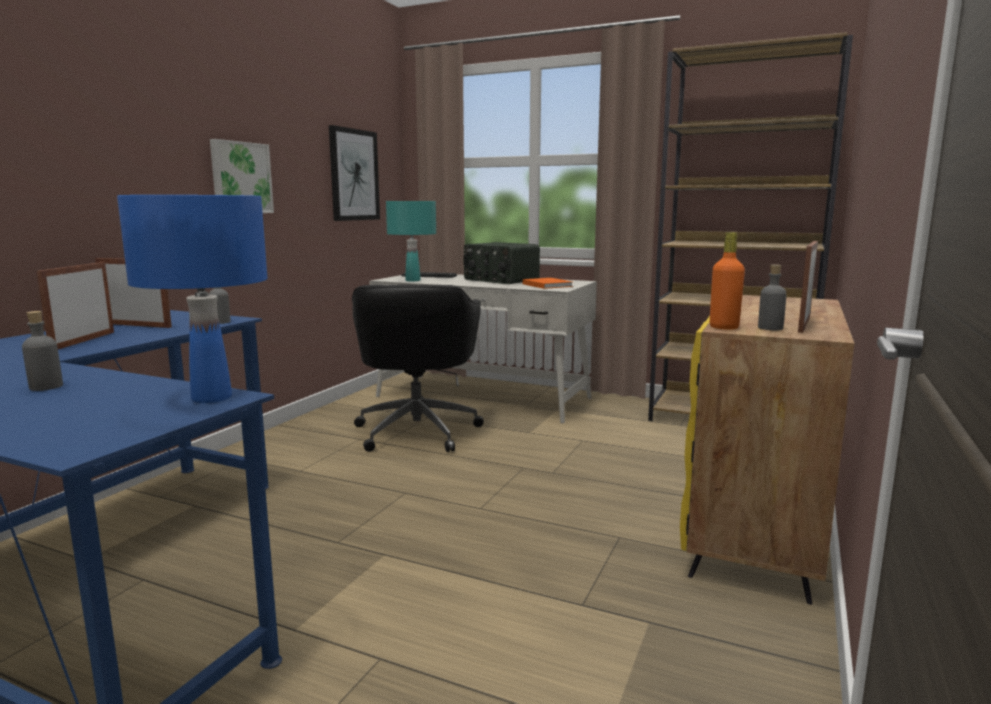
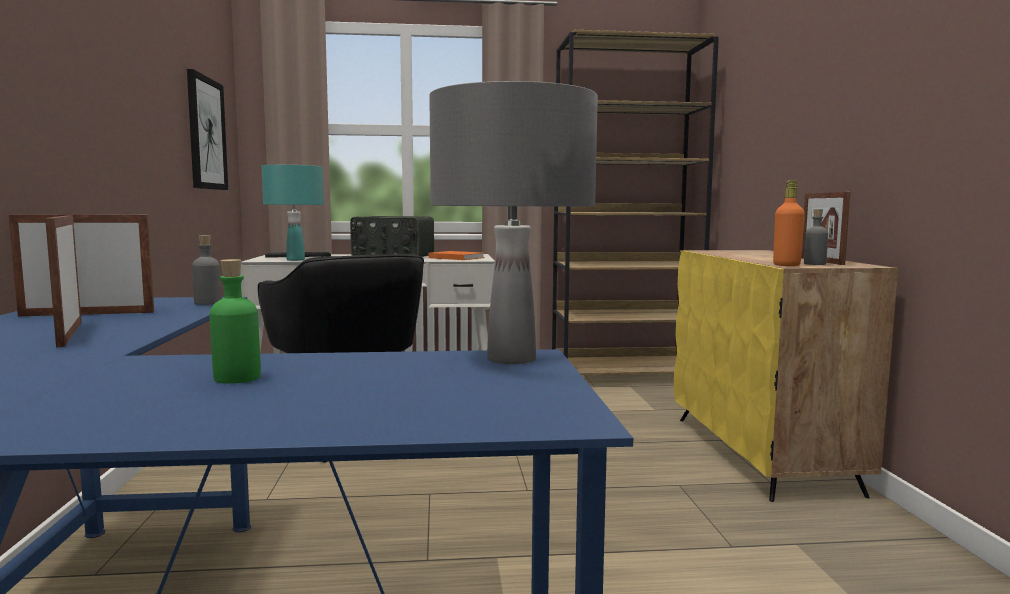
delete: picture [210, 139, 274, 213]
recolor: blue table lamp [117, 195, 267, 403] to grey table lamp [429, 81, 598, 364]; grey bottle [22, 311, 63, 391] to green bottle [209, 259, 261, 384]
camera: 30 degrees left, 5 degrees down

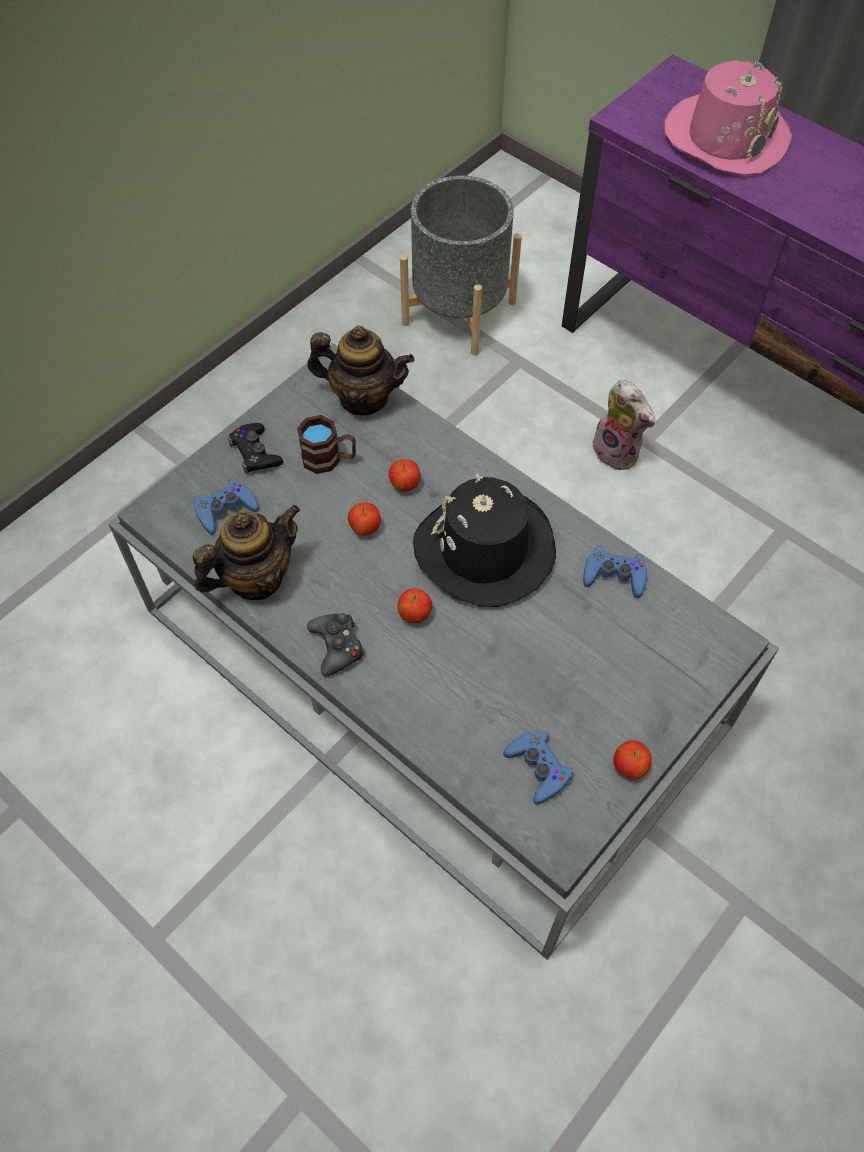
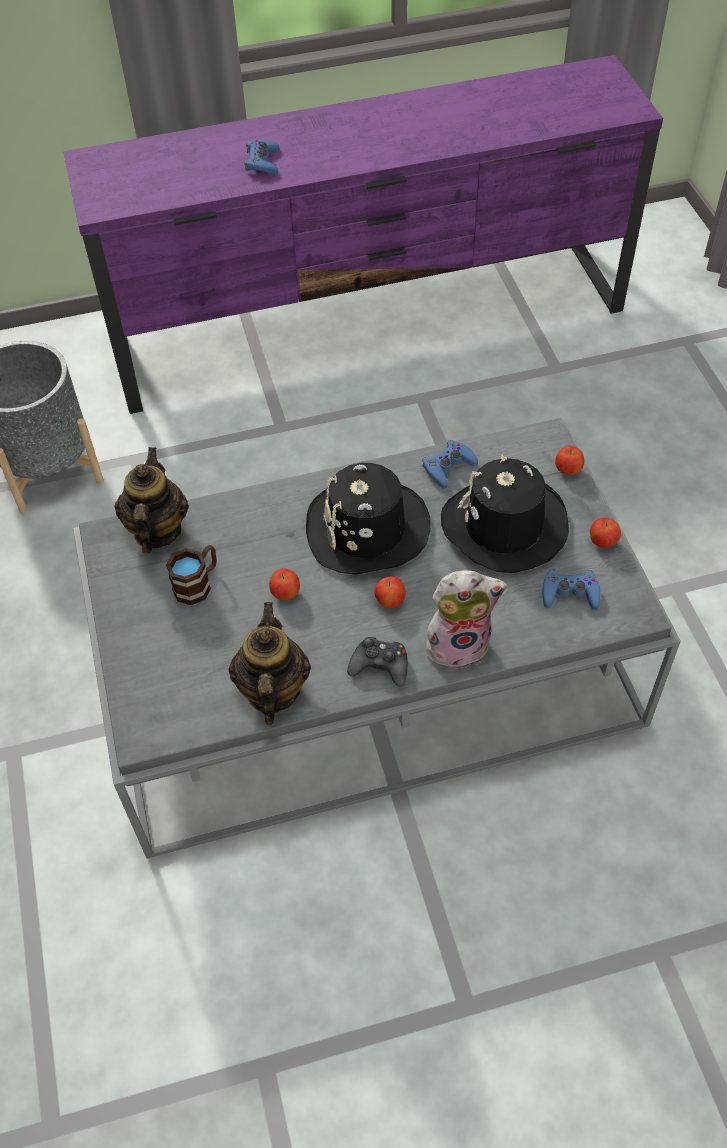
delete: pink hat [665, 60, 792, 176]; black game controller [227, 423, 283, 474]
insert: black hat [441, 455, 569, 573]
move: plush toy [592, 380, 655, 471] to [426, 570, 507, 670]; apple [389, 459, 421, 492] to [555, 446, 584, 475]; blue game controller [194, 478, 259, 535] to [244, 139, 279, 175]
rotate: teapot [307, 326, 414, 415] = [115, 447, 189, 554] 45 degrees counterclockwise
camera: 55 degrees left, 5 degrees down

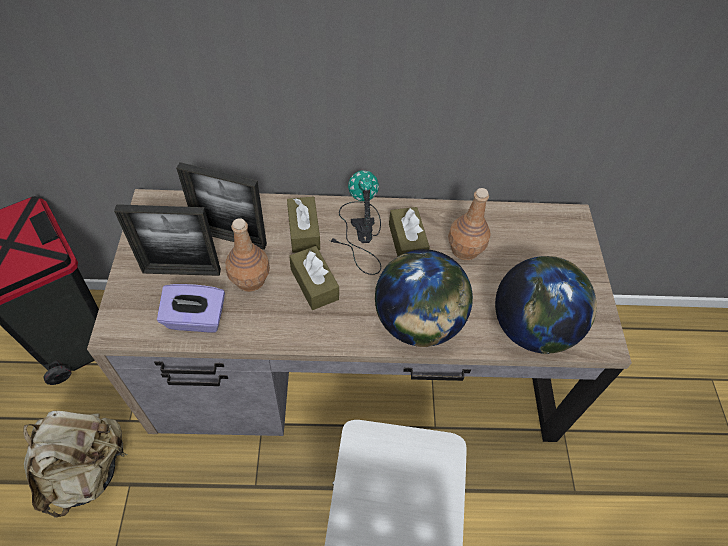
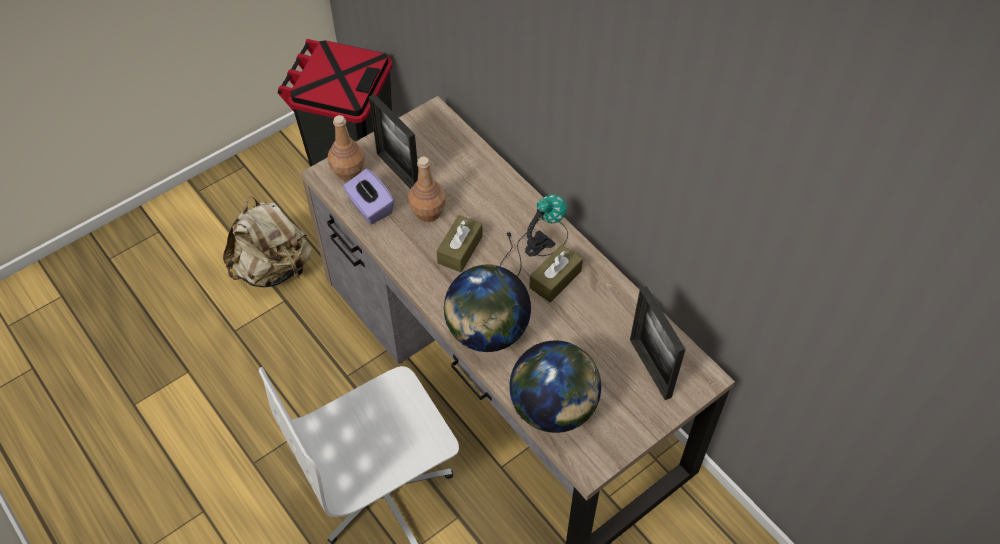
delete: brown tissue box [287, 197, 320, 253]
move: picture frame [176, 162, 267, 250] to [630, 286, 686, 400]; brown bottle [448, 188, 491, 260] to [328, 115, 365, 181]
camera: 55 degrees right, 0 degrees up

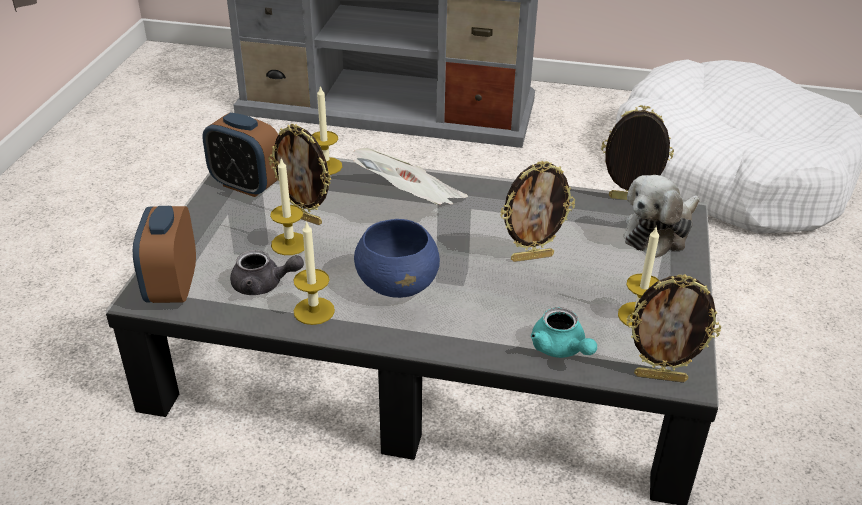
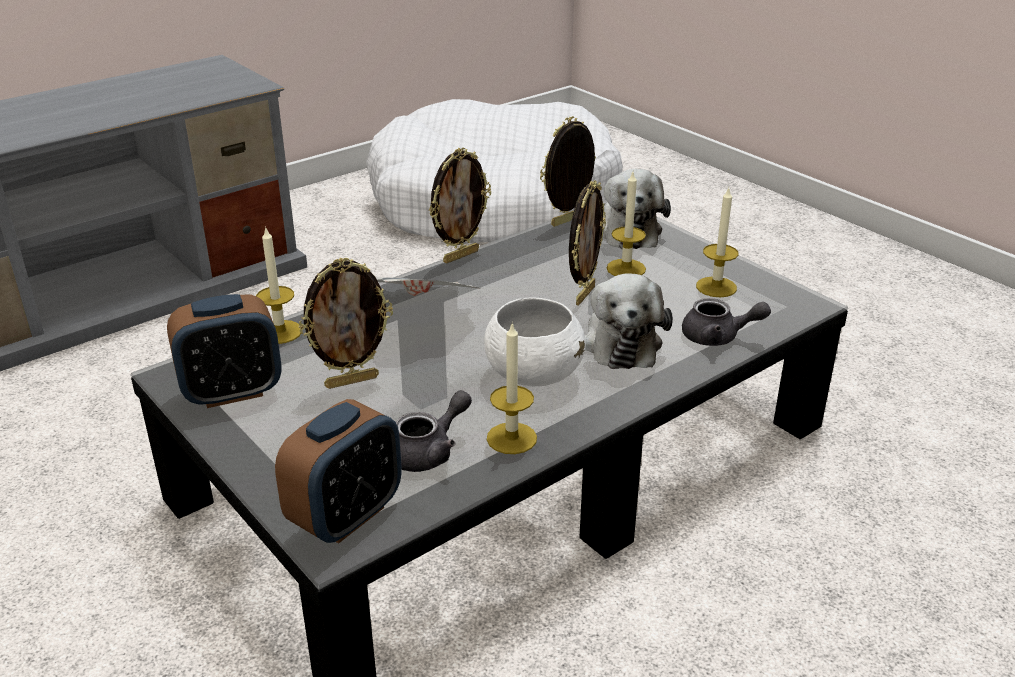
insert: plush toy [585, 273, 673, 369]
move: candle [270, 159, 304, 255] to [607, 172, 646, 276]; picture frame [626, 274, 721, 382] to [429, 148, 491, 263]
recolor: blue bowl [354, 219, 440, 298] to white bowl [484, 297, 586, 386]; turquoise teapot [531, 307, 597, 358] to grey teapot [682, 298, 771, 346]
rotate: alarm clock [133, 206, 196, 303] = [275, 399, 402, 543] 90 degrees counterclockwise
camera: 50 degrees left, 5 degrees down

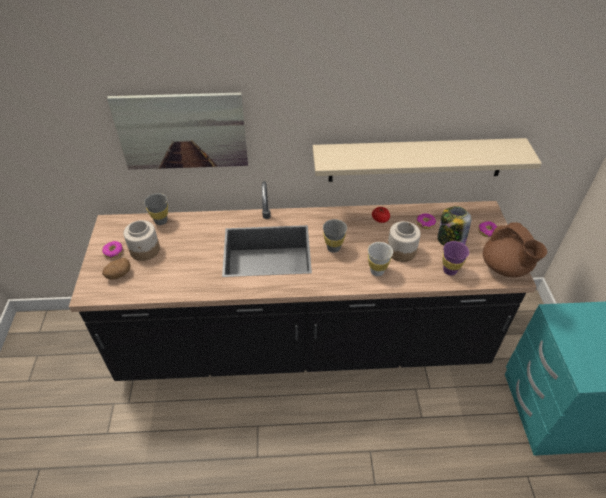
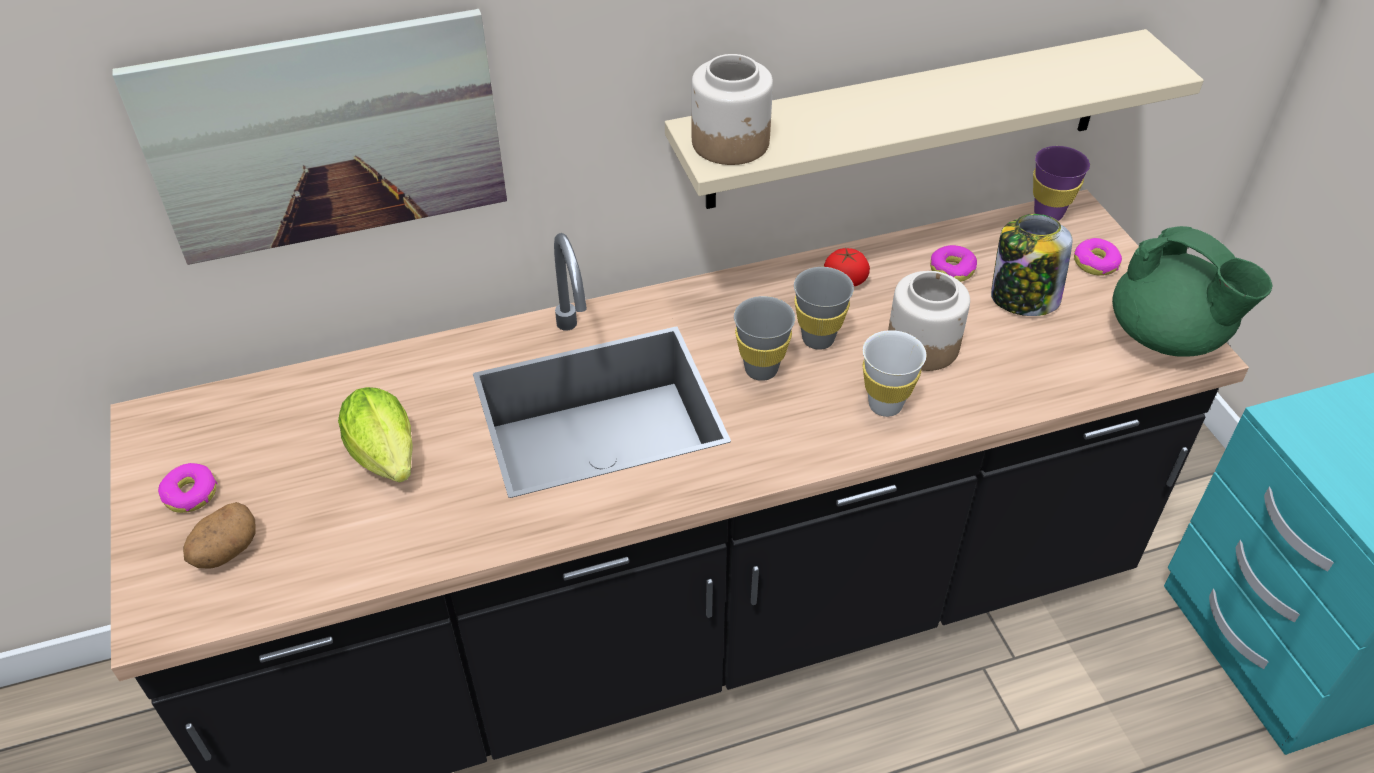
insert: lettuce [338, 387, 413, 482]
move: grey cup [144, 193, 168, 225] to [794, 267, 854, 350]; jar [123, 220, 160, 261] to [692, 54, 773, 165]; purple cup [443, 241, 469, 275] to [1033, 146, 1090, 221]
recolor: brown teapot [483, 222, 547, 277] to green teapot [1112, 226, 1273, 357]
camera: 15 degrees left, 0 degrees up

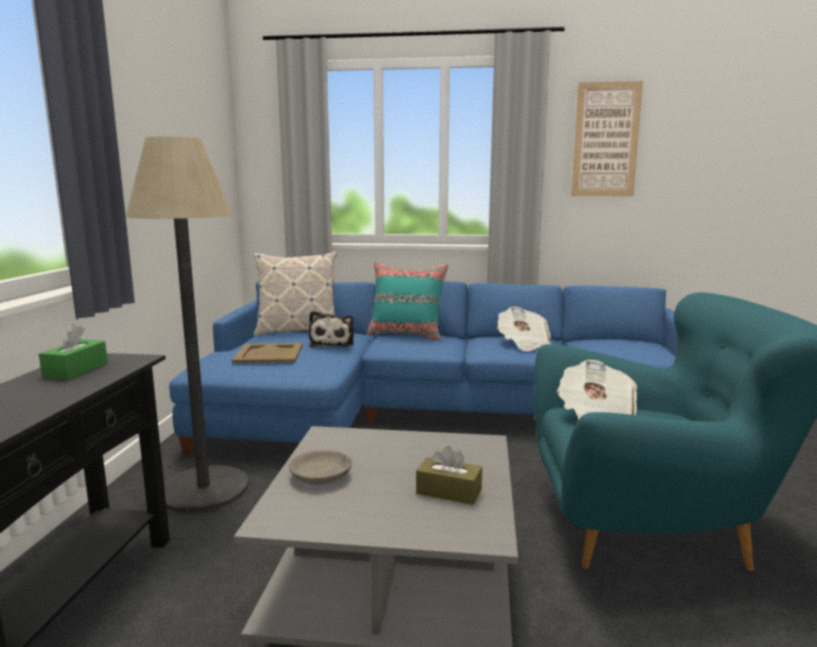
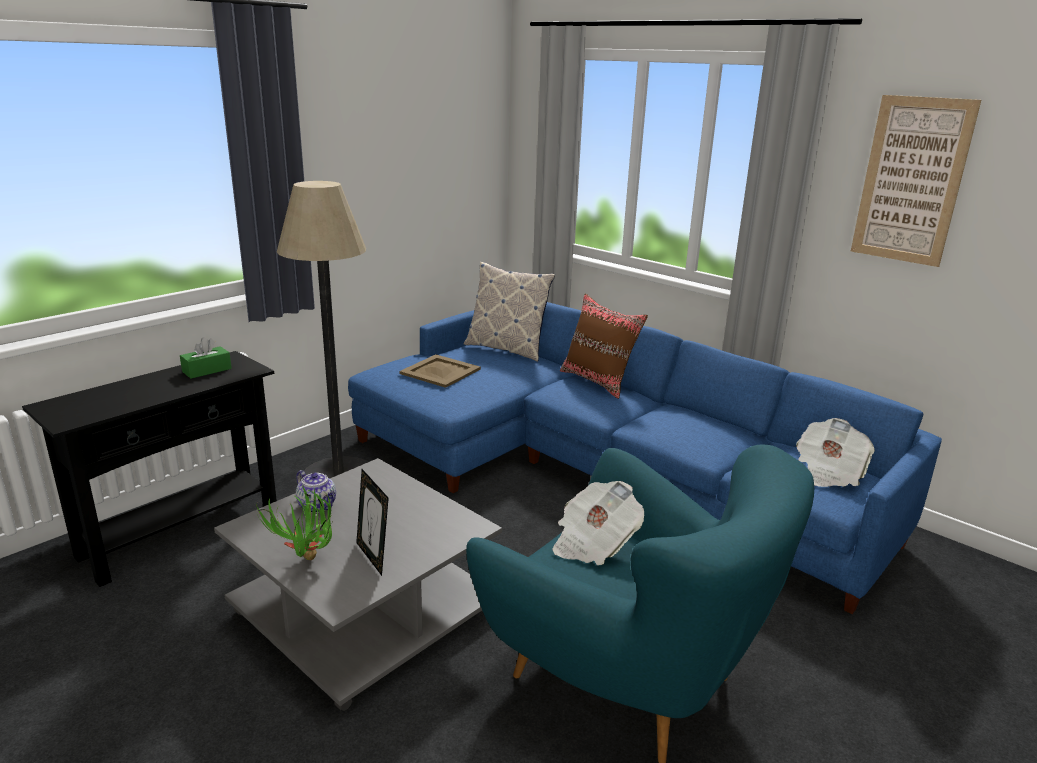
delete: plush toy [309, 311, 354, 347]
insert: potted plant [256, 485, 332, 560]
move: newspaper [497, 307, 551, 351] to [796, 418, 875, 487]
replace: brown tissue box [416, 446, 482, 505] to picture frame [356, 469, 389, 576]; grey bowl [289, 450, 352, 485] to teapot [296, 470, 336, 513]
recolor: turquoise pillow [367, 262, 448, 340] to brown pillow [560, 294, 648, 399]
camera: 35 degrees right, 10 degrees up

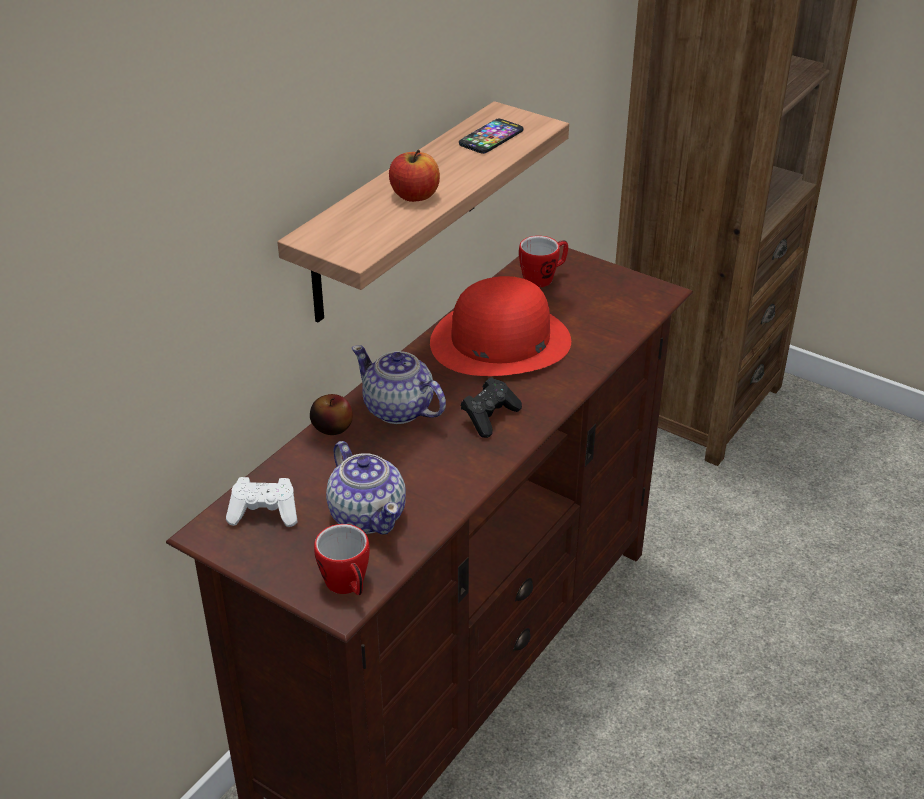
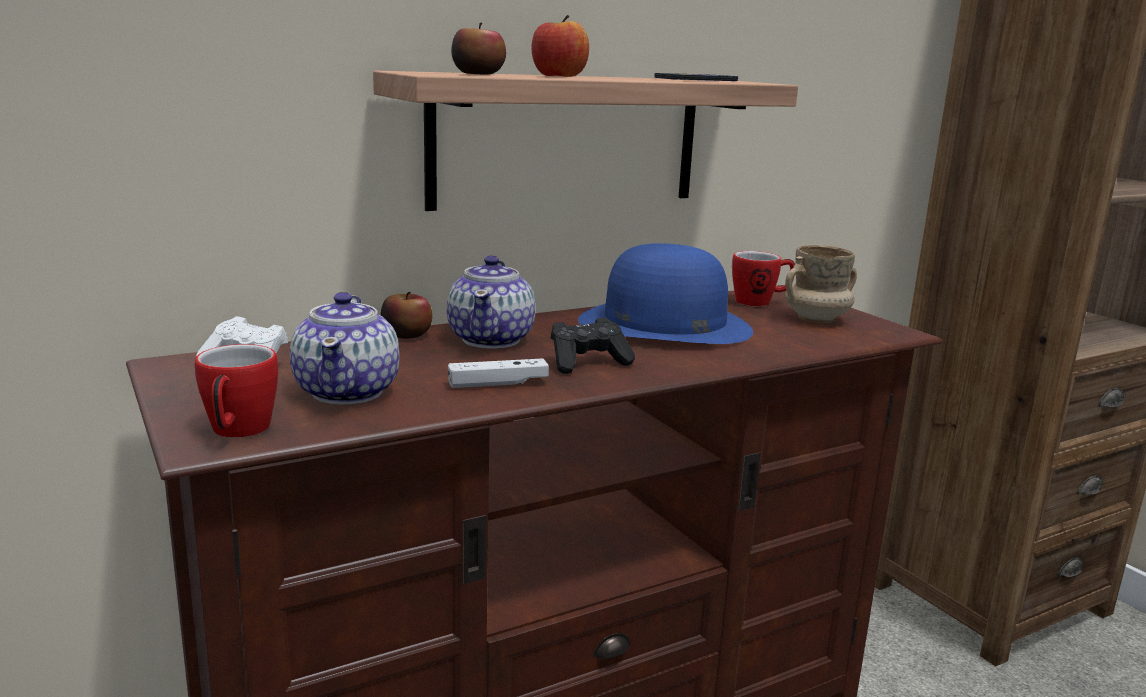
insert: apple [451, 23, 506, 75]; beige mug [785, 245, 857, 323]; white game controller [448, 358, 549, 388]
recolor: red hat [430, 276, 571, 376] to blue hat [578, 243, 753, 344]
rotate: teapot [351, 345, 446, 424] = [447, 256, 535, 349] 150 degrees counterclockwise
camera: 25 degrees right, 20 degrees down

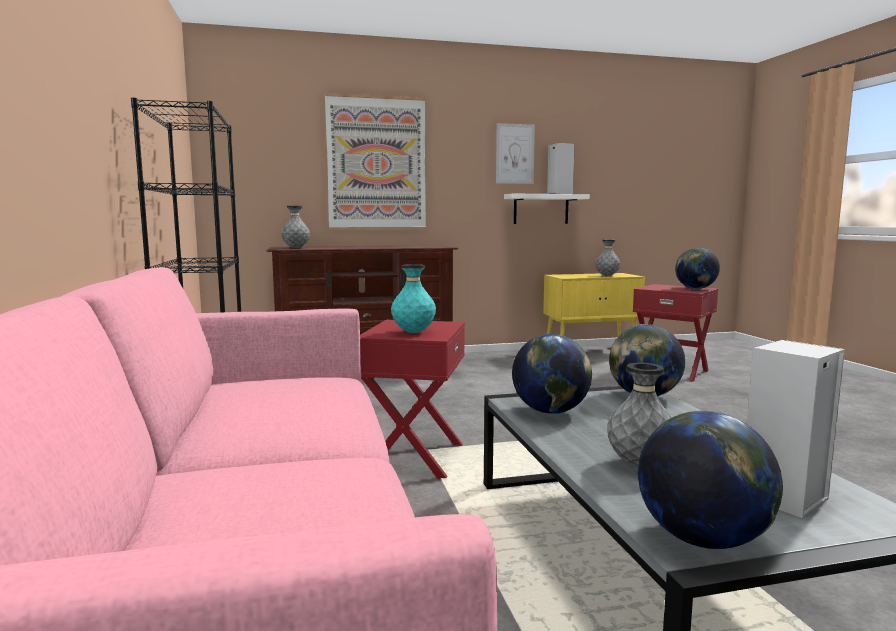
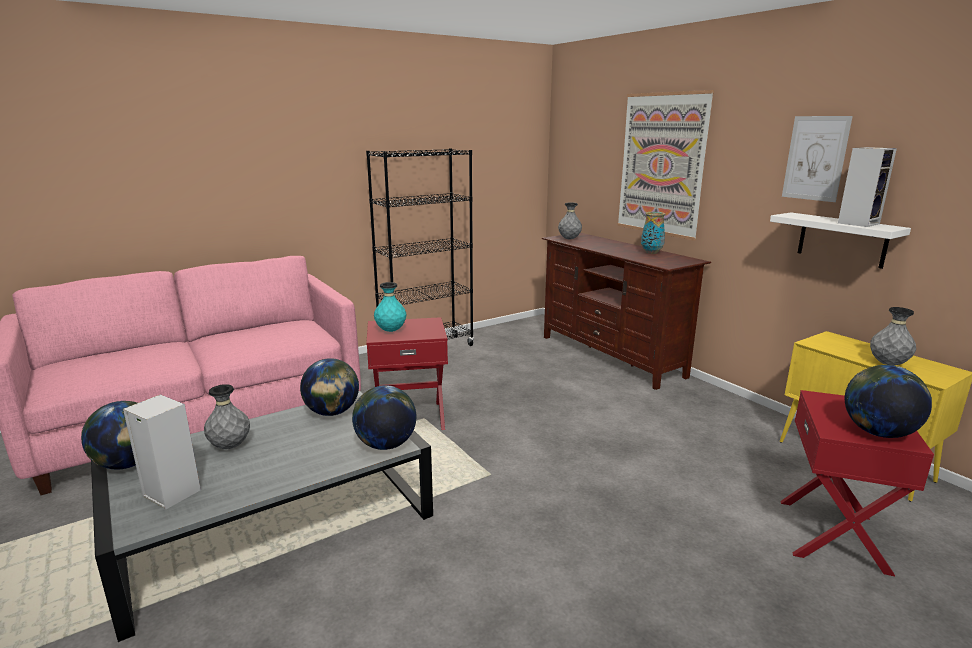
insert: vase [641, 212, 666, 254]
camera: 70 degrees right, 10 degrees up

